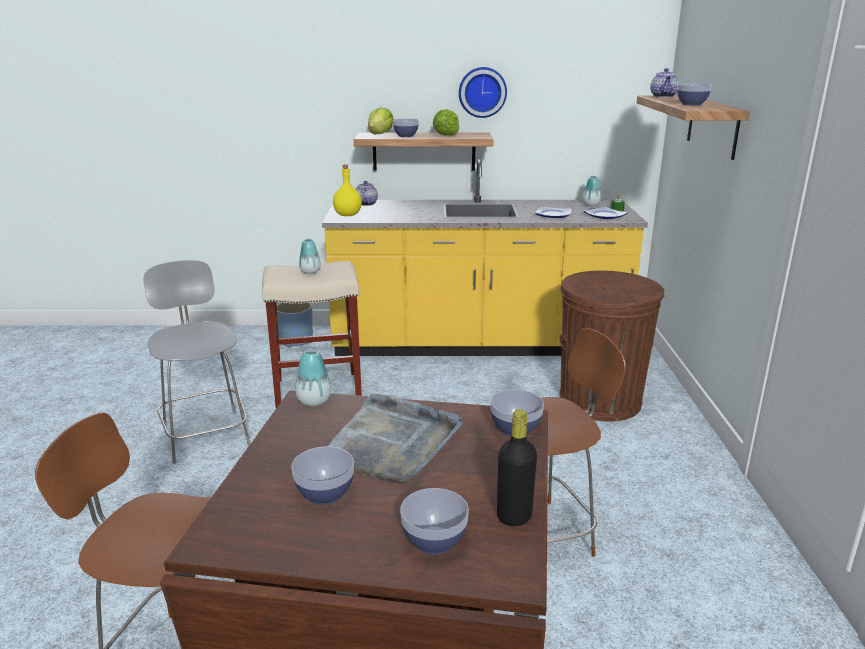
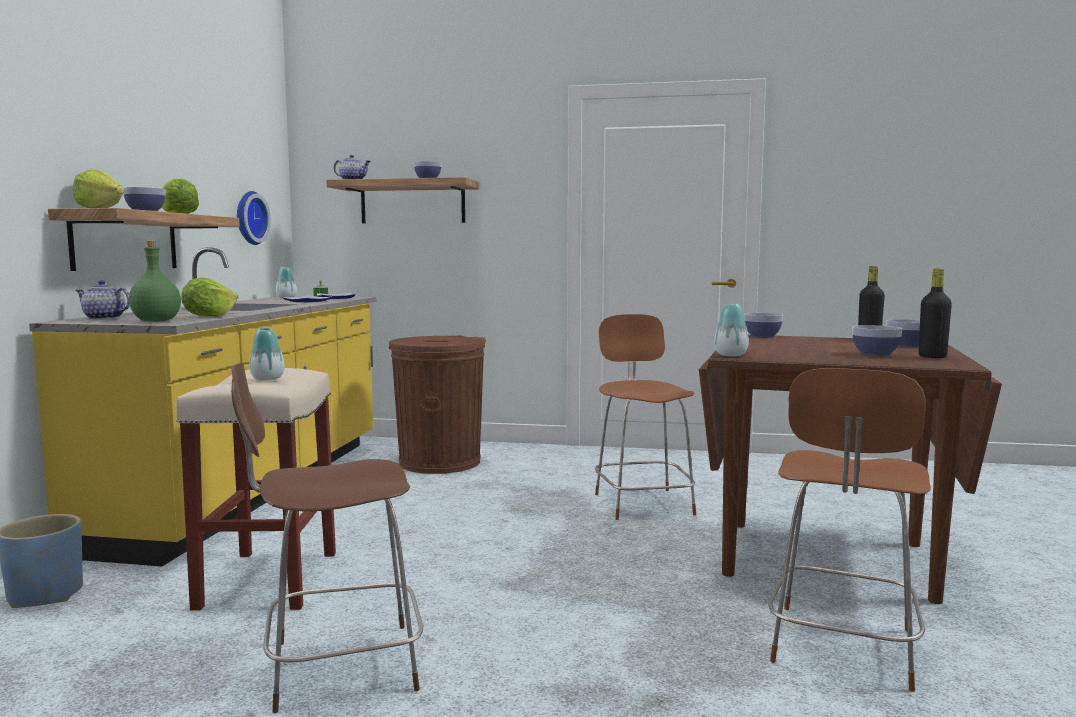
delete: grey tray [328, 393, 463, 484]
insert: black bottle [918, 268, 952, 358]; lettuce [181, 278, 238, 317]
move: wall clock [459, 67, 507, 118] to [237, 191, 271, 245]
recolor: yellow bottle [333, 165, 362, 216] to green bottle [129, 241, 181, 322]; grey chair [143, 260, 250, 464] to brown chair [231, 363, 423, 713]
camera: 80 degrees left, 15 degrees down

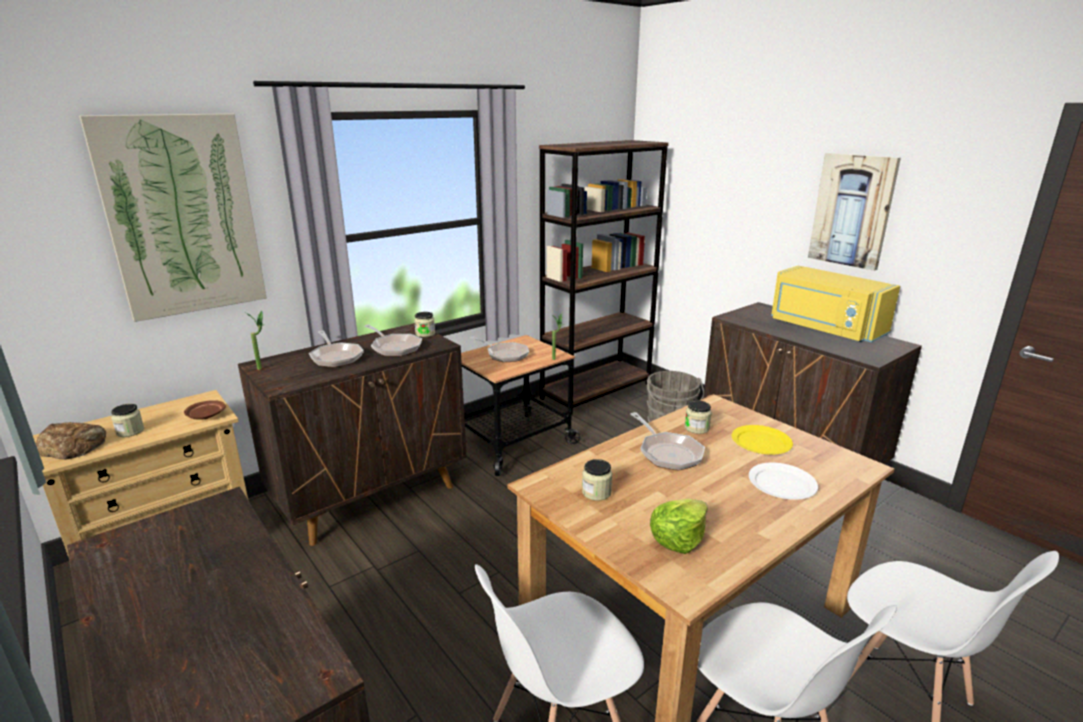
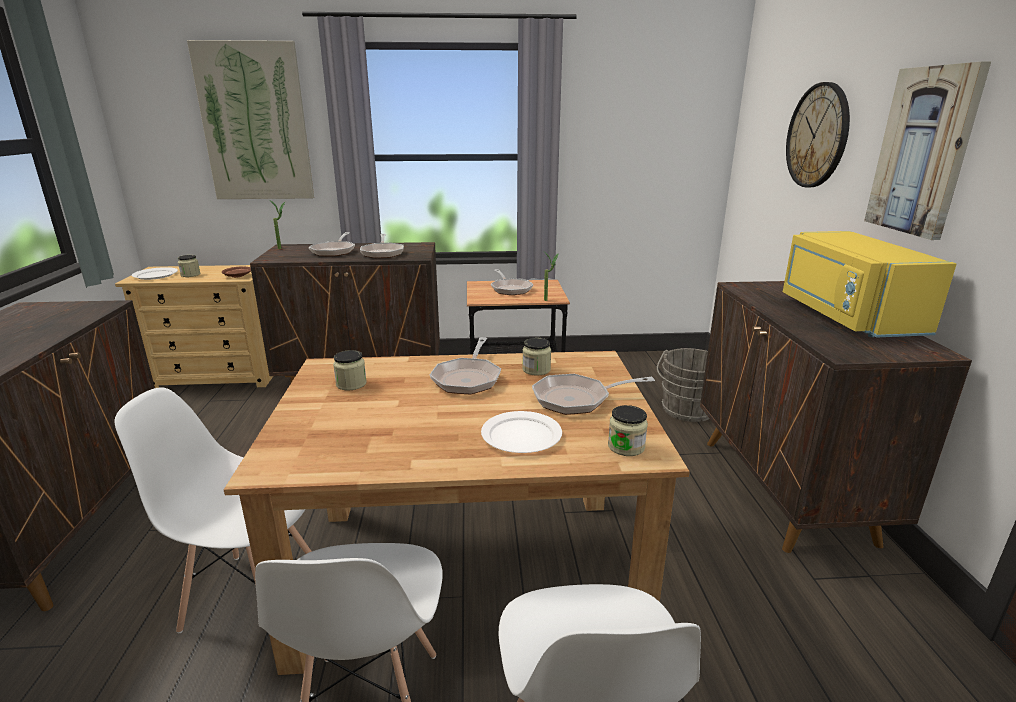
delete: brown bookcase [539, 140, 669, 415]; lettuce [650, 498, 708, 554]
insert: wall clock [786, 82, 850, 187]
move: jar [414, 312, 435, 337] to [608, 405, 648, 456]
replace: bread [36, 422, 106, 460] to white plate [132, 267, 178, 280]; yellow plate [732, 425, 793, 454] to frying pan [532, 374, 655, 415]
camera: 35 degrees right, 0 degrees up

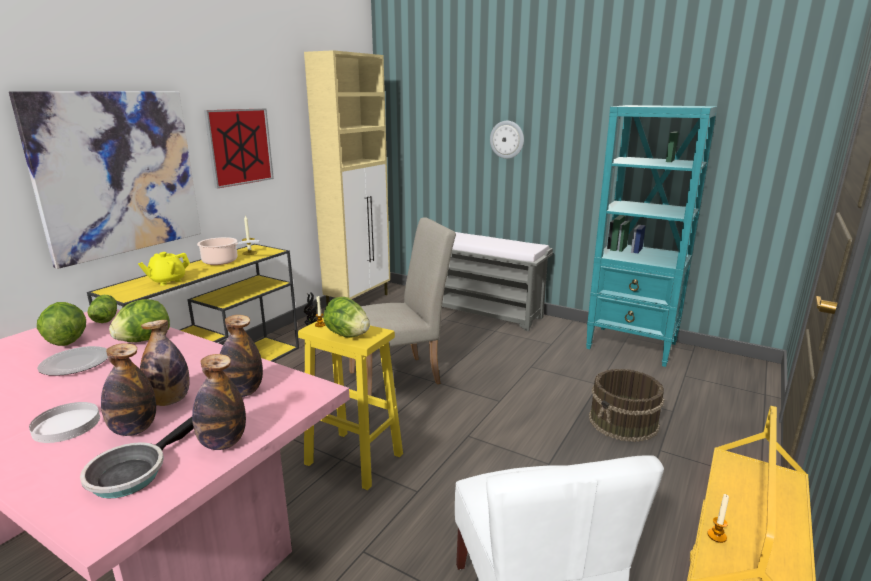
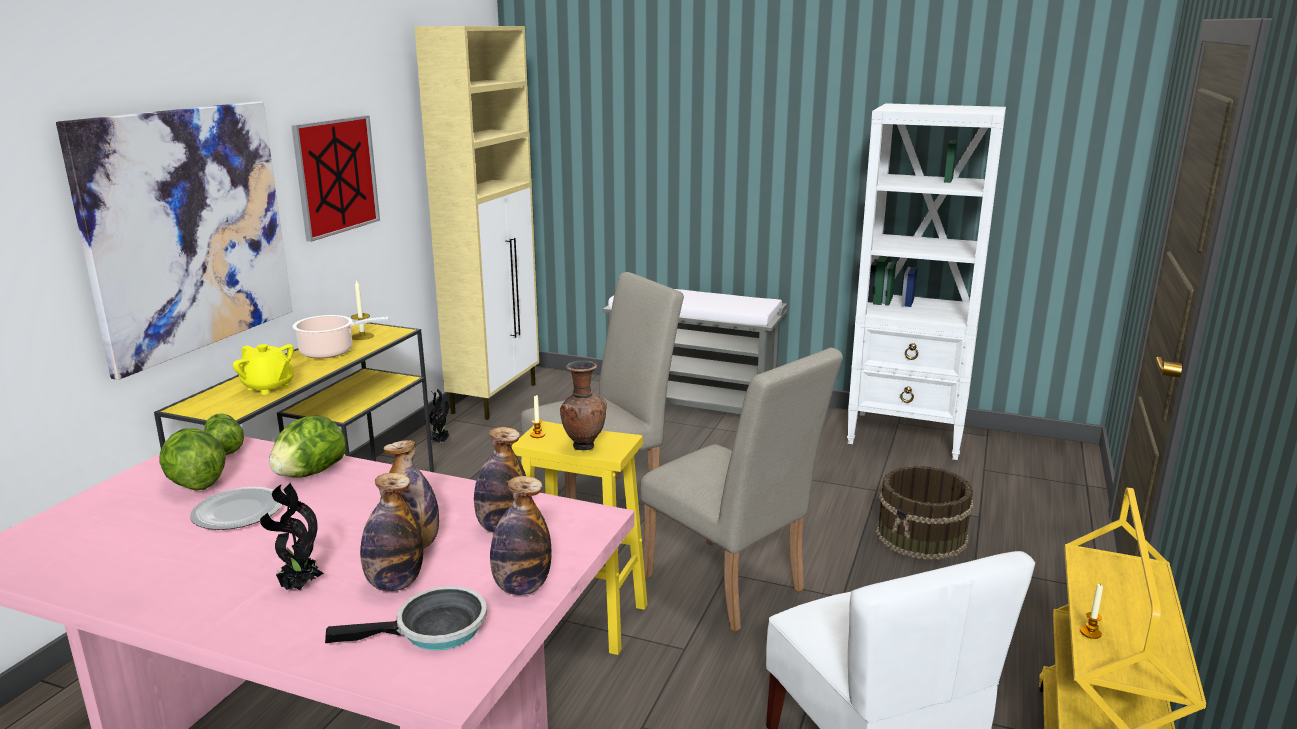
delete: wall clock [490, 121, 524, 159]
insert: beige chair [641, 348, 843, 632]
replace: lettuce [323, 297, 370, 338] to brown vase [560, 361, 607, 450]; white plate [29, 402, 100, 443] to potted plant [260, 483, 324, 590]
recolor: turquoise bookcase [586, 105, 718, 367] to white bookcase [847, 103, 1006, 460]
rotate: yellow teapot [138, 252, 190, 286] = [233, 344, 294, 395] 90 degrees counterclockwise; frying pan [80, 417, 194, 498] = [325, 586, 487, 650] 120 degrees counterclockwise
camera: 10 degrees left, 0 degrees up

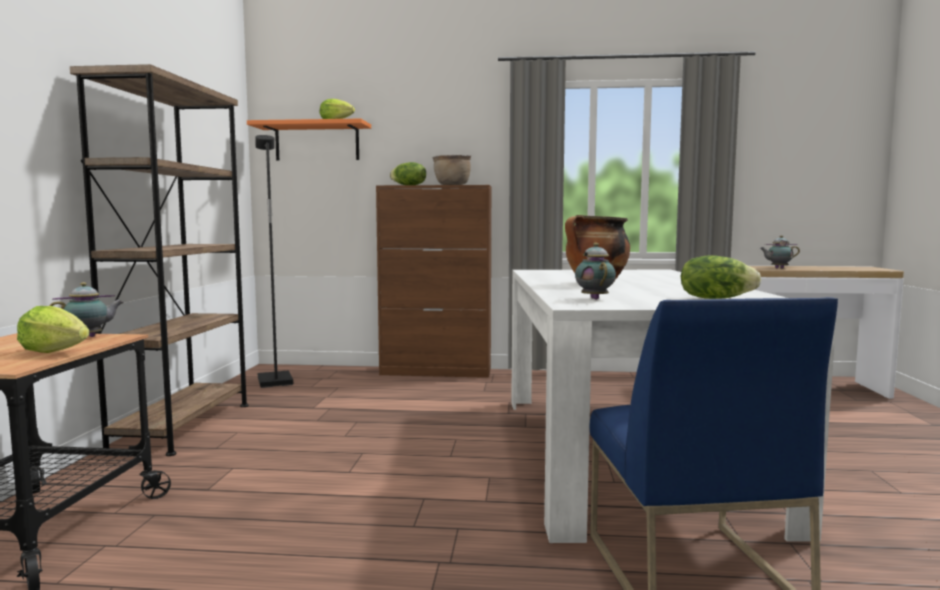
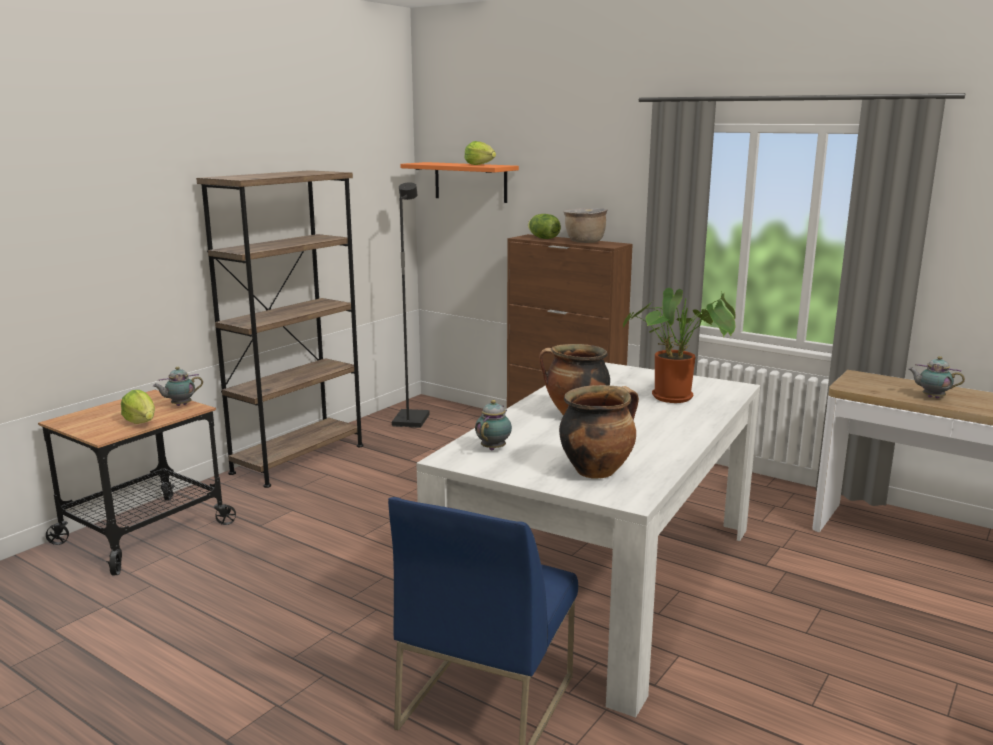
insert: potted plant [623, 288, 736, 403]
replace: lettuce [681, 255, 761, 299] to cooking pot [559, 385, 639, 479]
rotate: teapot [49, 282, 124, 337] = [153, 367, 203, 406] 150 degrees clockwise
camera: 30 degrees right, 10 degrees up

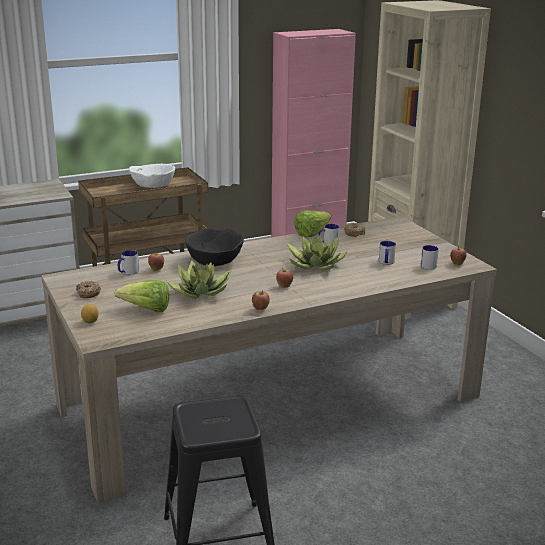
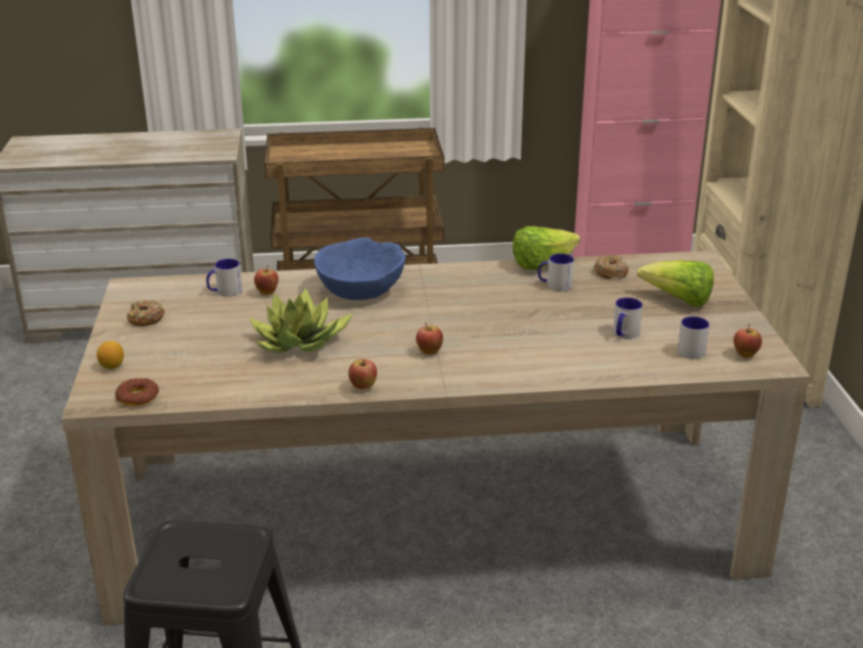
delete: white bowl [129, 164, 175, 188]; potted plant [287, 235, 348, 271]
insert: donut [115, 378, 159, 406]
move: lettuce [114, 280, 170, 312] to [637, 260, 714, 307]
recolor: black bowl [185, 228, 244, 266] to blue bowl [314, 238, 406, 300]
camera: 20 degrees right, 5 degrees up

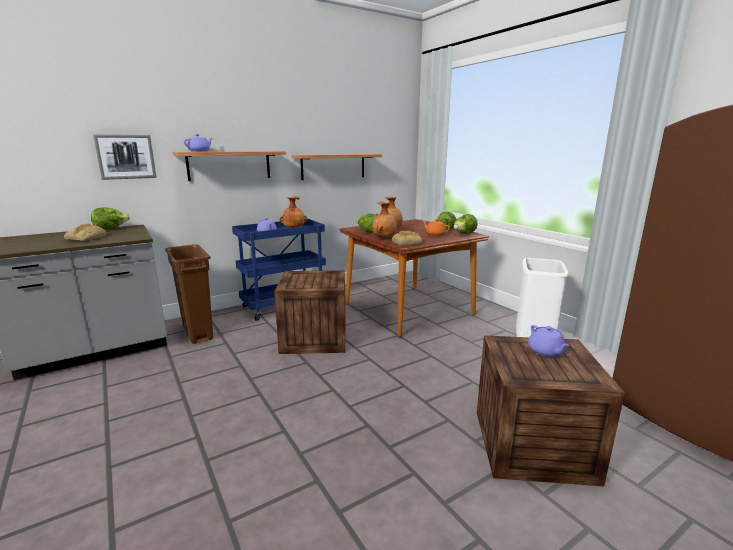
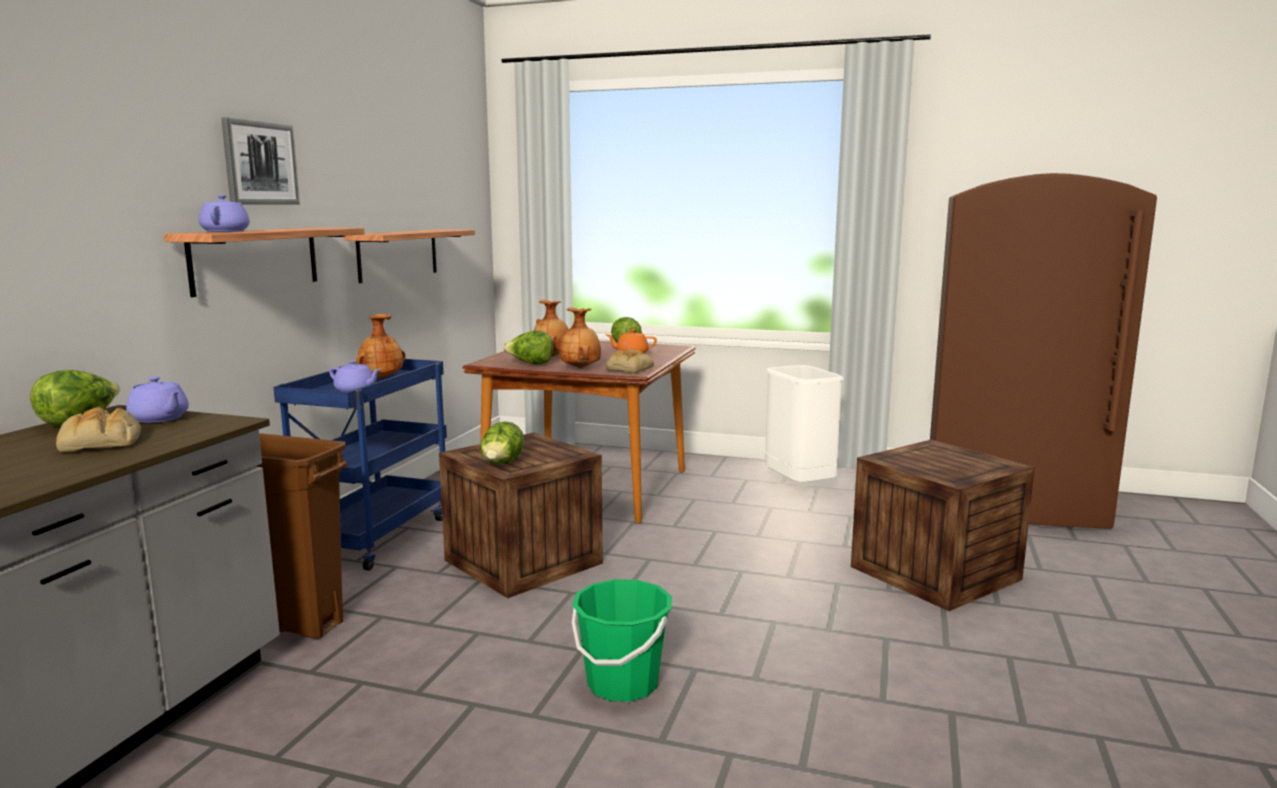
insert: green bucket [572, 579, 672, 702]
move: picture [93, 134, 157, 180] to [221, 117, 300, 204]; lettuce [453, 214, 478, 234] to [480, 421, 524, 464]; purple teapot [528, 325, 569, 357] to [126, 376, 189, 423]
camera: 40 degrees left, 5 degrees down

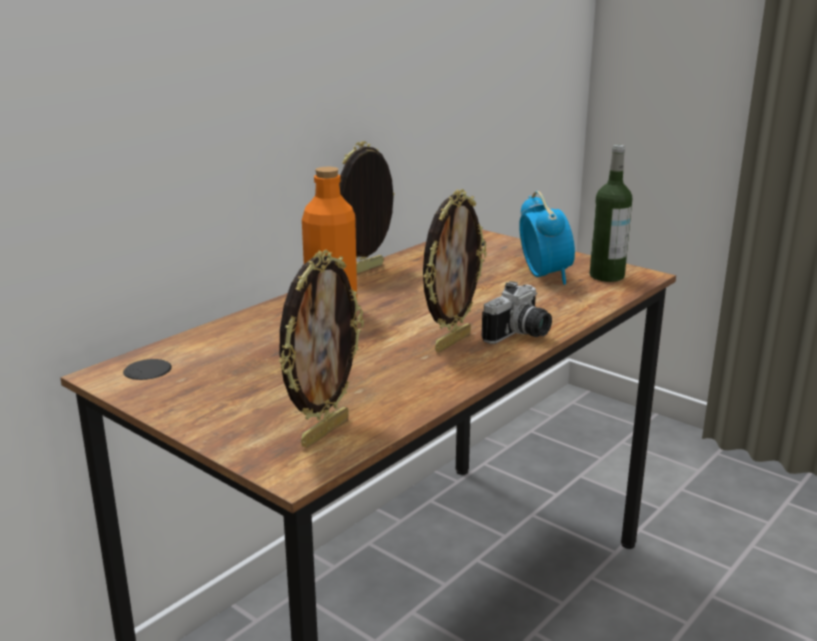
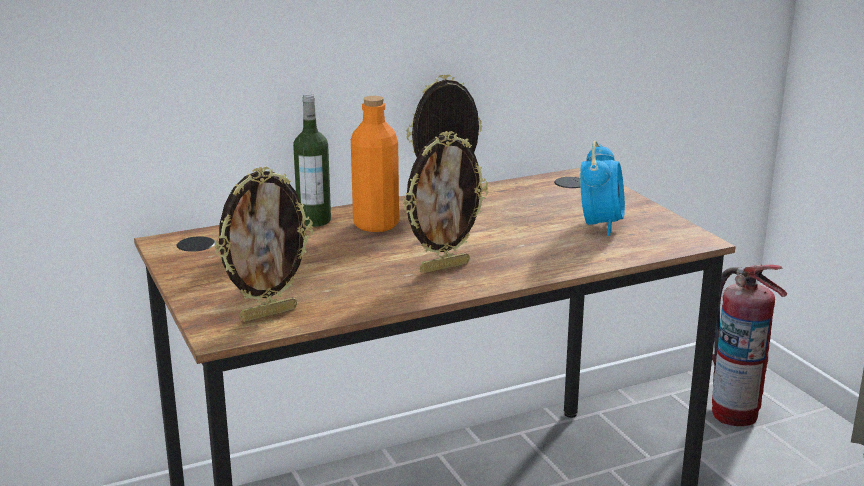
delete: photo camera [482, 281, 552, 344]
insert: fire extinguisher [712, 265, 787, 426]
move: bottle [590, 144, 632, 282] to [293, 94, 331, 227]
camera: 25 degrees right, 0 degrees up

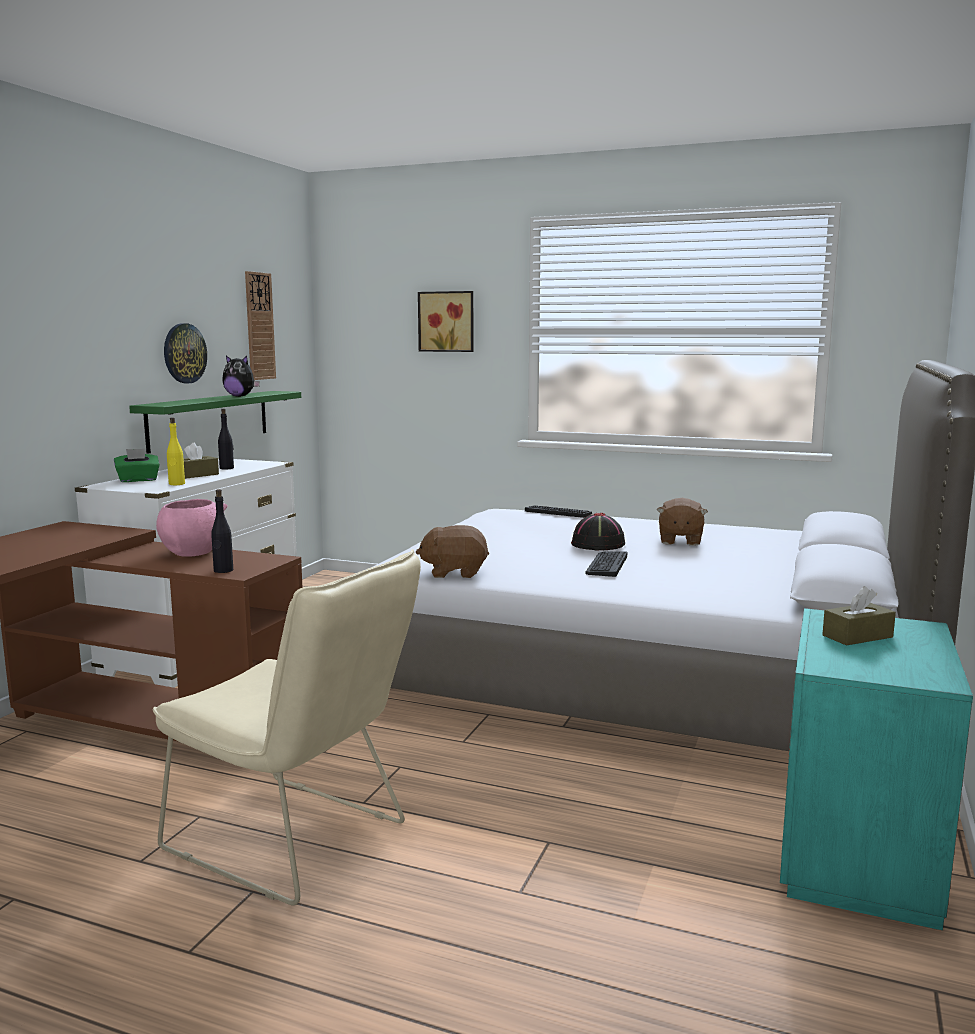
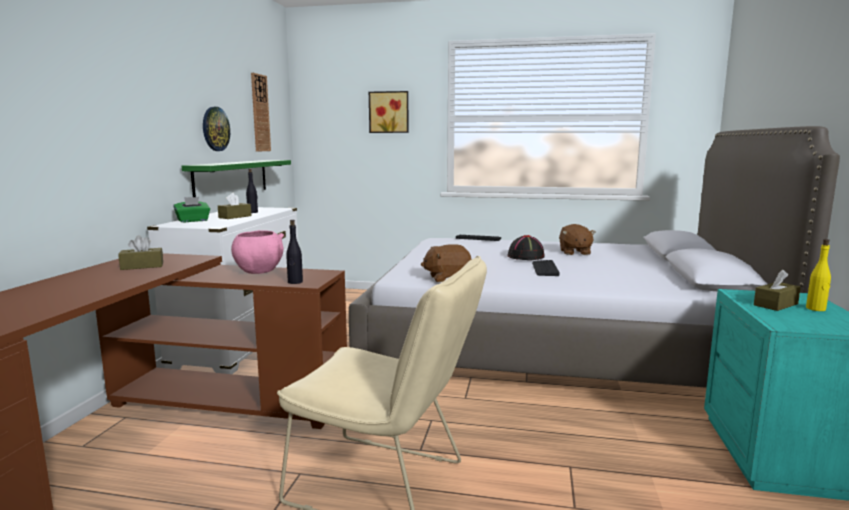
delete: plush toy [222, 355, 260, 397]
insert: brown tissue box [118, 235, 163, 270]
move: yellow bottle [167, 417, 185, 485] to [806, 239, 831, 311]
camera: 10 degrees left, 0 degrees up

